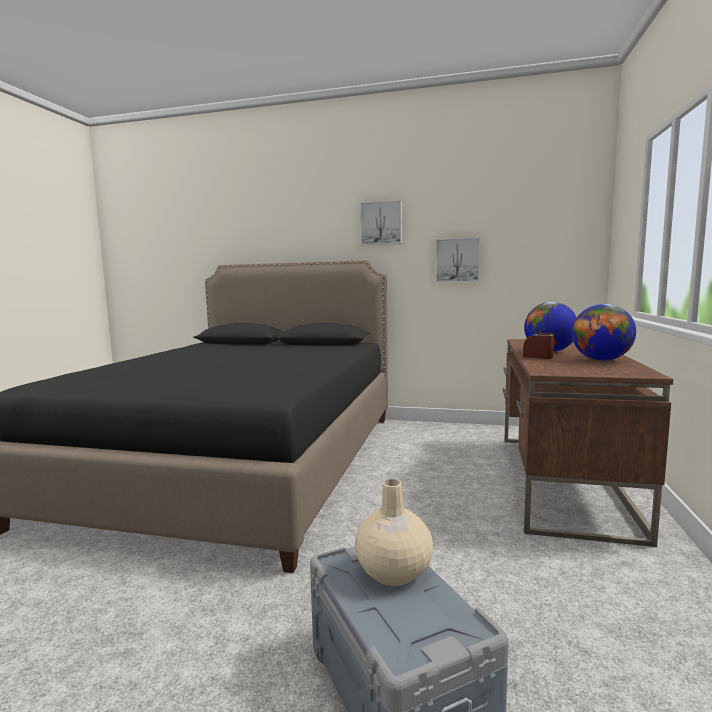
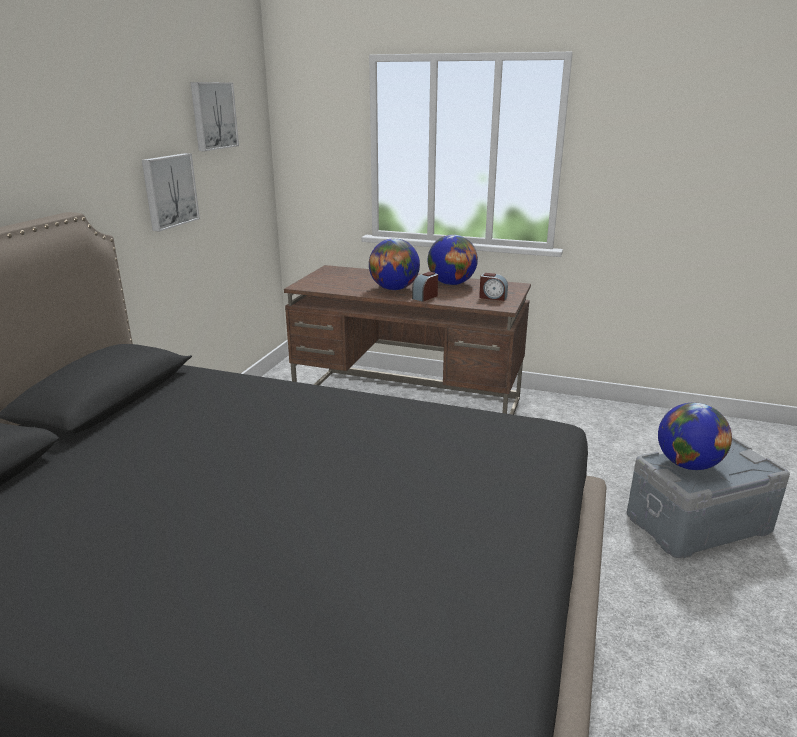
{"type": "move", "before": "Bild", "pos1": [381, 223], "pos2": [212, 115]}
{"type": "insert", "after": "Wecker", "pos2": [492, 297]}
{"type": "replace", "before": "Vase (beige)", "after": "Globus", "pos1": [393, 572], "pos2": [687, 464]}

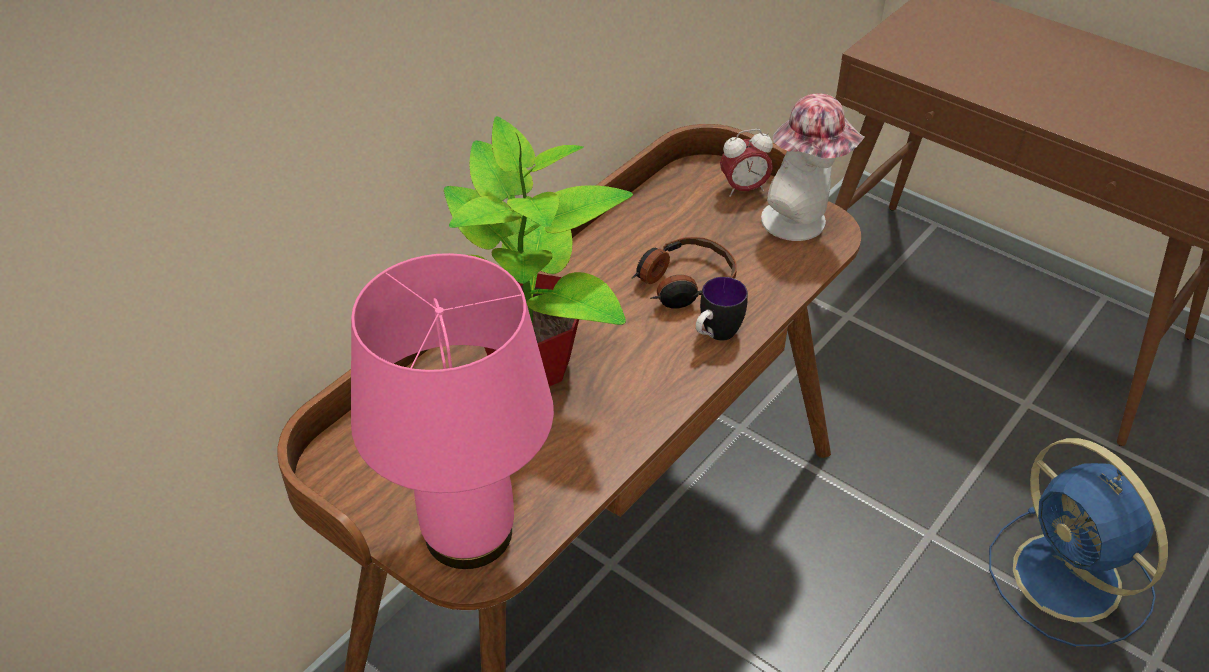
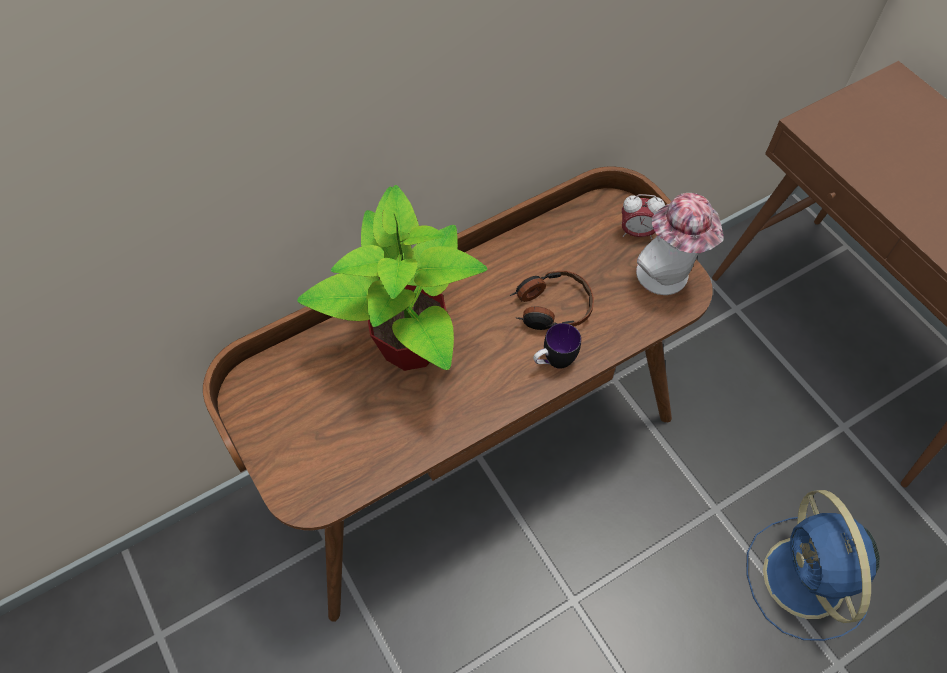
{"type": "delete", "before": "Tischlampe (rosa)", "pos1": [469, 535]}

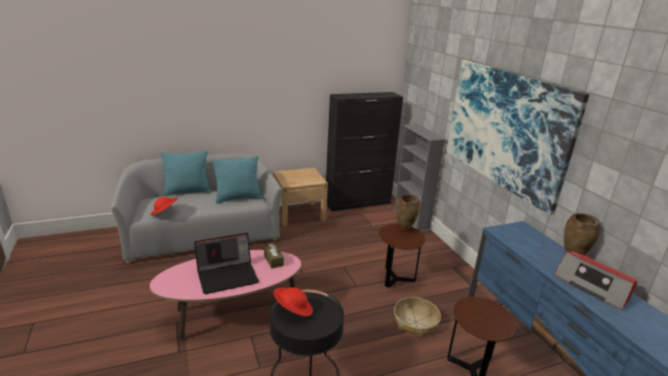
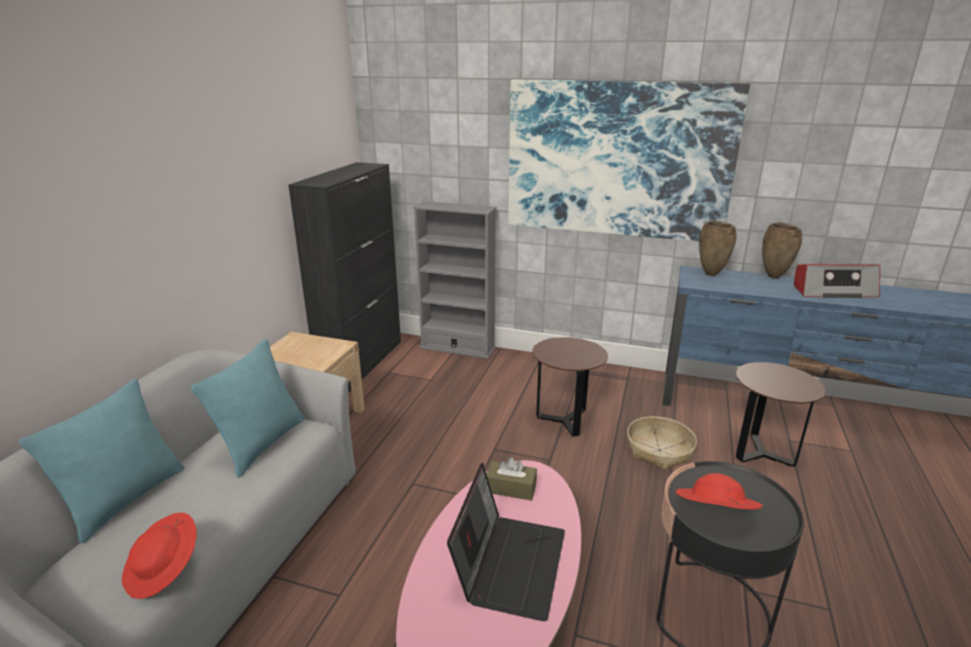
{"type": "move", "before": "Vase (braun)", "pos1": [405, 229], "pos2": [712, 274]}

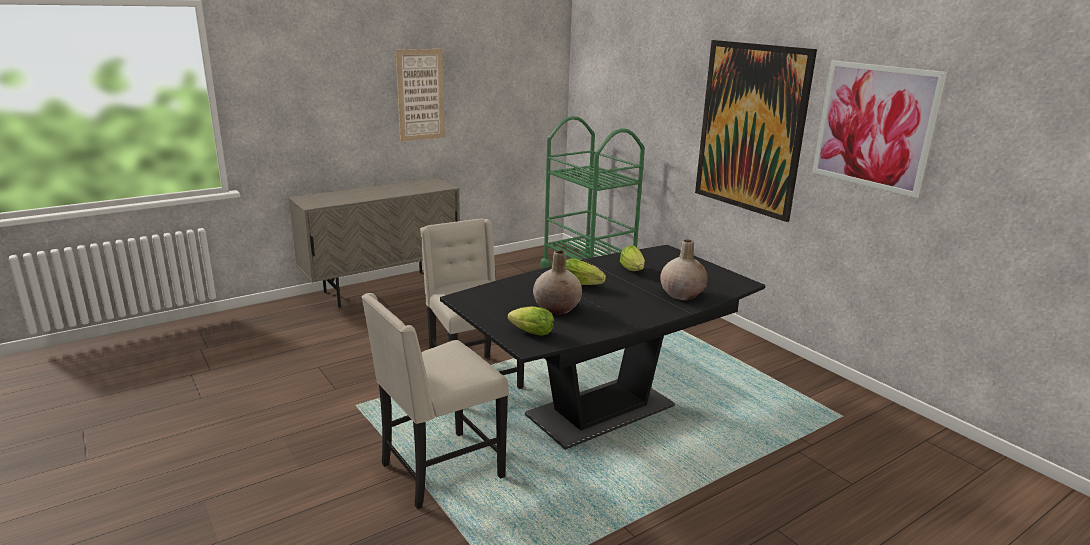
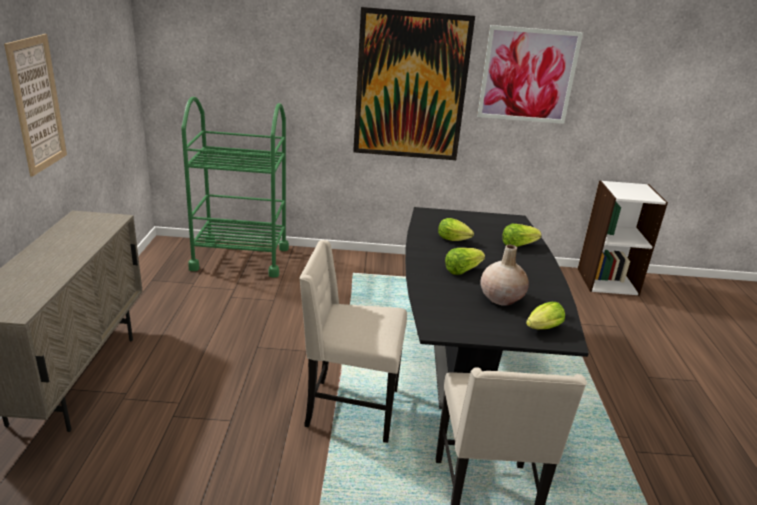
{"type": "replace", "before": "Vase (beige)", "after": "Salatkopf", "pos1": [682, 294], "pos2": [518, 245]}
{"type": "insert", "after": "Bücherregal (weiß)", "pos2": [607, 281]}

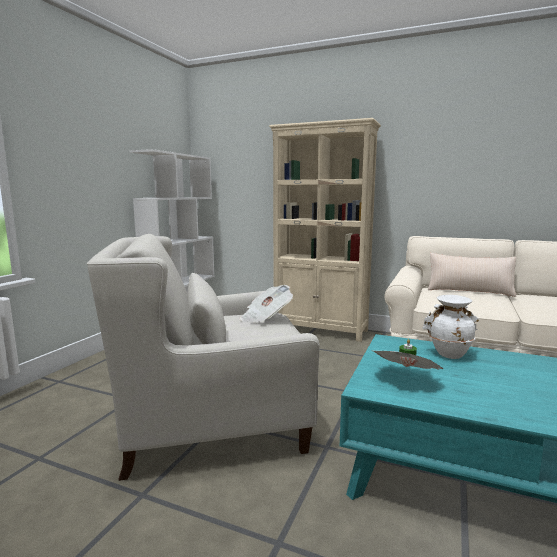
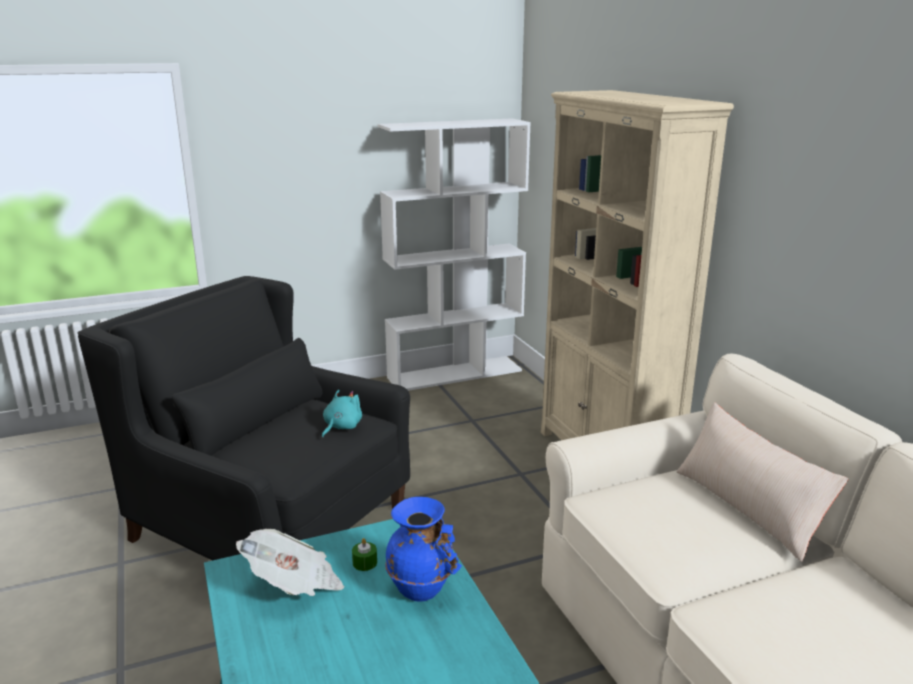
{"type": "recolor", "before": "Sessel (weiß)", "after": "Sessel (schwarz)", "pos1": [213, 418], "pos2": [270, 523]}
{"type": "replace", "before": "Zeitung", "after": "Plüschtier (türkis)", "pos1": [265, 317], "pos2": [341, 427]}
{"type": "recolor", "before": "Vase (weiß)", "after": "Vase (blau)", "pos1": [449, 354], "pos2": [422, 588]}

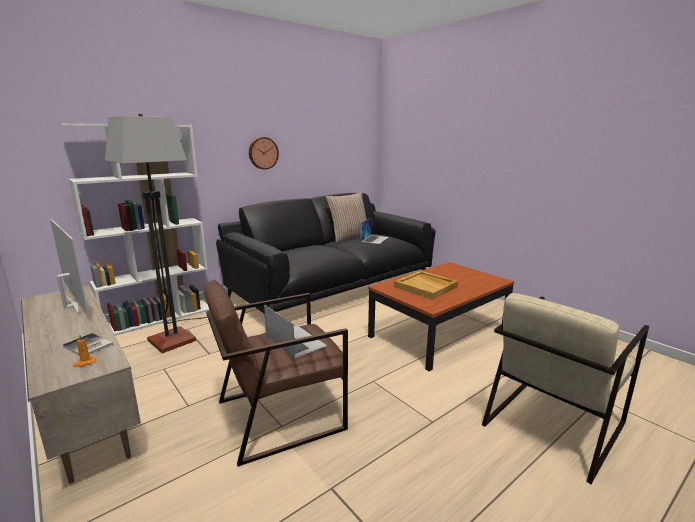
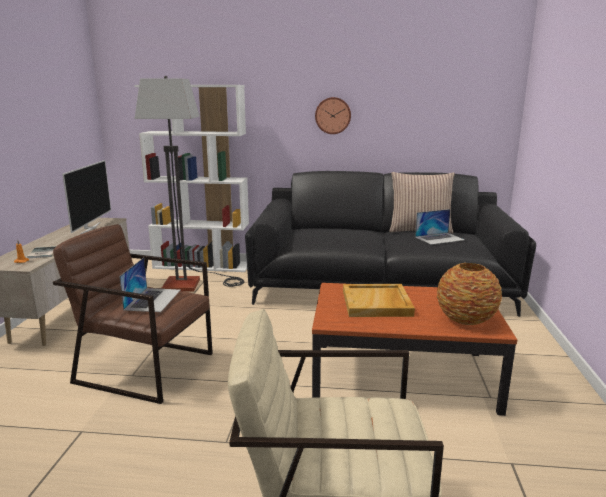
{"type": "insert", "after": "Vase", "pos2": [466, 320]}

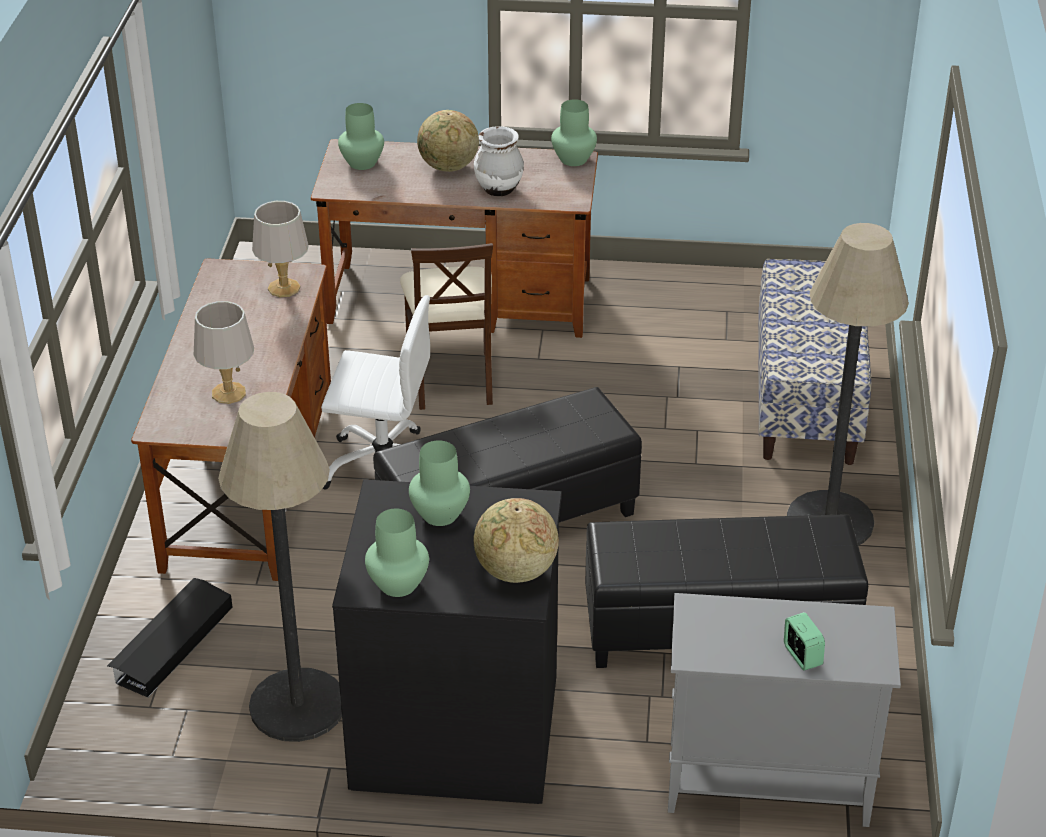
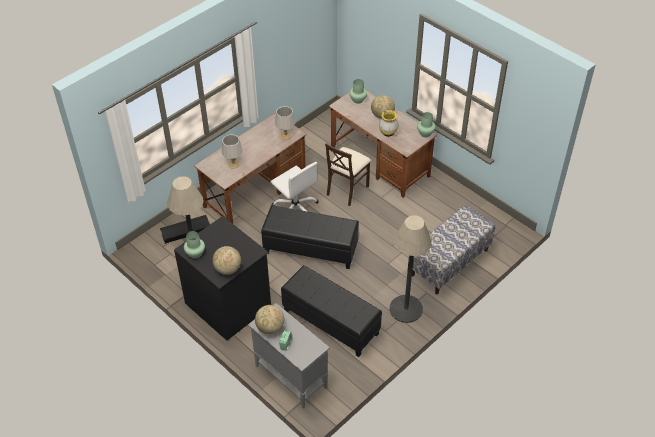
{"type": "insert", "after": "Globus", "pos2": [270, 328]}
{"type": "recolor", "before": "Vase (weiß)", "after": "Vase (gelb)", "pos1": [498, 190], "pos2": [388, 133]}
{"type": "delete", "before": "Vase (grün)", "pos1": [439, 514]}

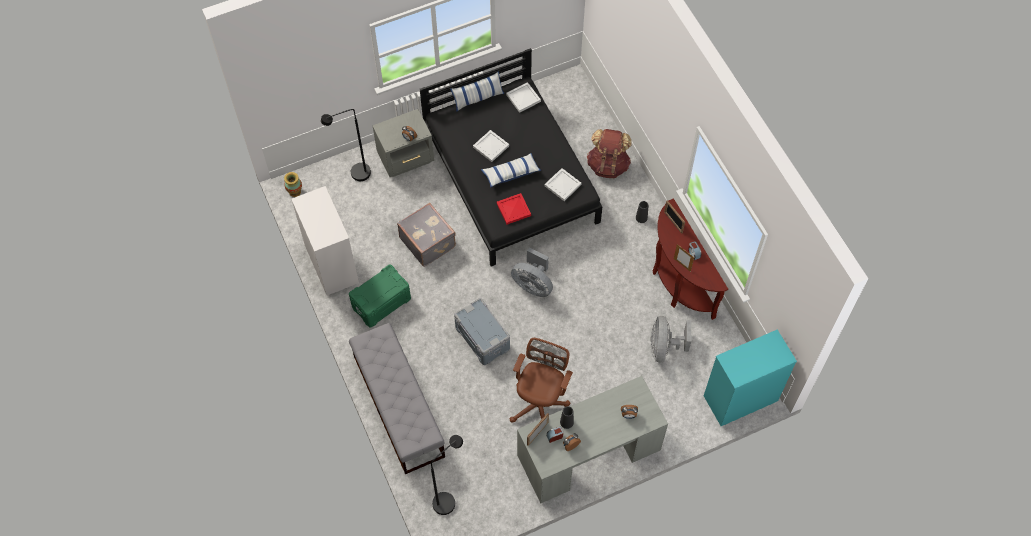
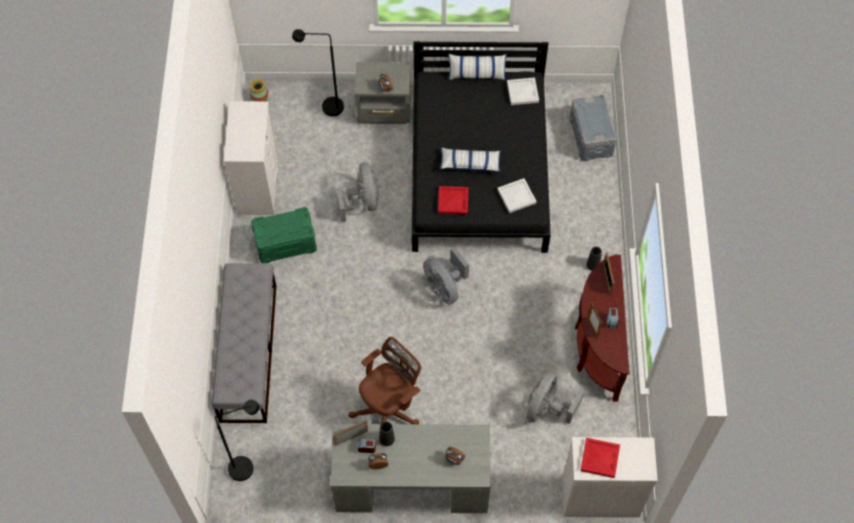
{"type": "replace", "before": "Koffer (grau)", "after": "Ventilator (grau)", "pos1": [428, 242], "pos2": [362, 202]}
{"type": "recolor", "before": "Kommode (türkis)", "after": "Kommode (weiß)", "pos1": [740, 398], "pos2": [599, 497]}
{"type": "move", "before": "Aufbewahrungsbox (grau)", "pos1": [482, 338], "pos2": [590, 136]}
{"type": "insert", "after": "Tablett (rot)", "pos2": [600, 458]}
{"type": "delete", "before": "Tablett (weiß)", "pos1": [490, 146]}
{"type": "delete", "before": "Rucksack (braun)", "pos1": [608, 165]}

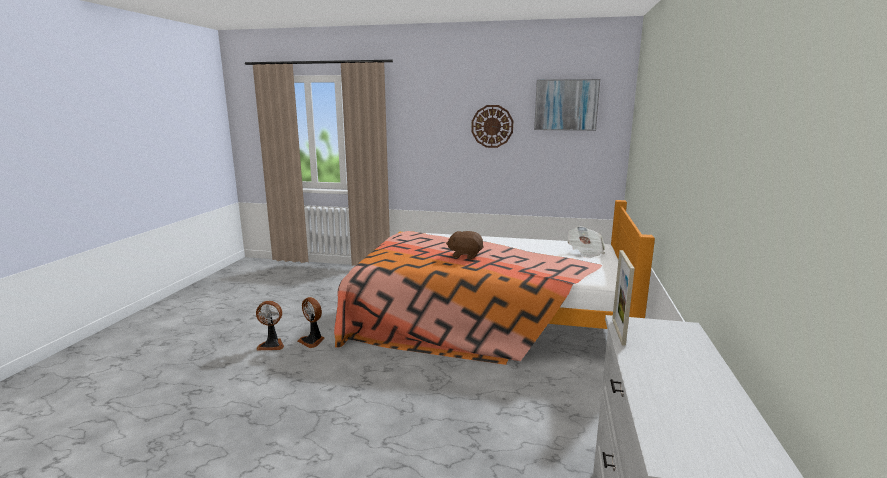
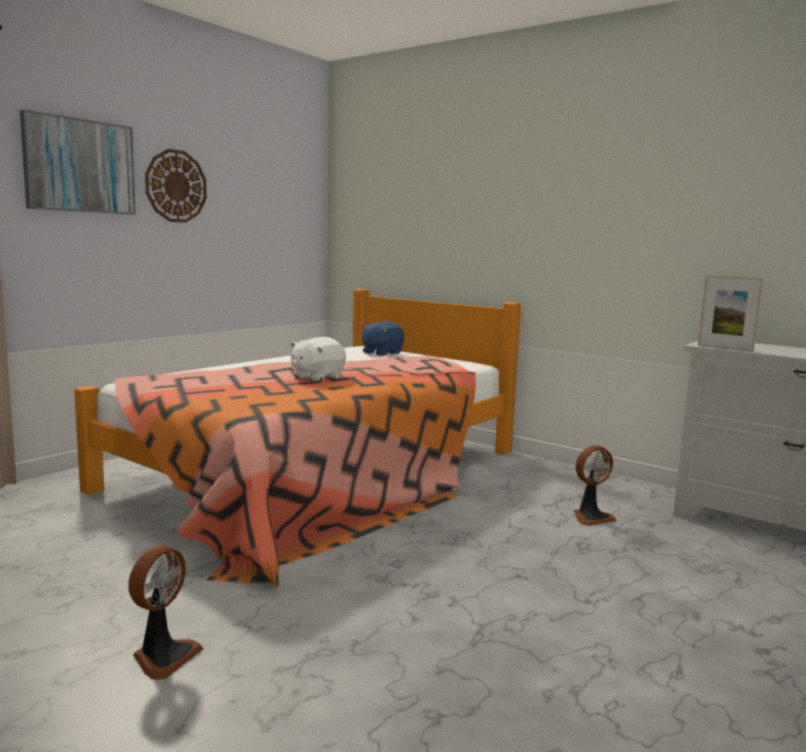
{"type": "move", "before": "Bild", "pos1": [566, 105], "pos2": [79, 166]}
{"type": "recolor", "before": "Plüschtier (braun)", "after": "Plüschtier (weiß)", "pos1": [465, 255], "pos2": [317, 377]}
{"type": "replace", "before": "Zeitung", "after": "Plüschtier (blau)", "pos1": [585, 252], "pos2": [381, 353]}
{"type": "move", "before": "Ventilator", "pos1": [312, 341], "pos2": [591, 517]}

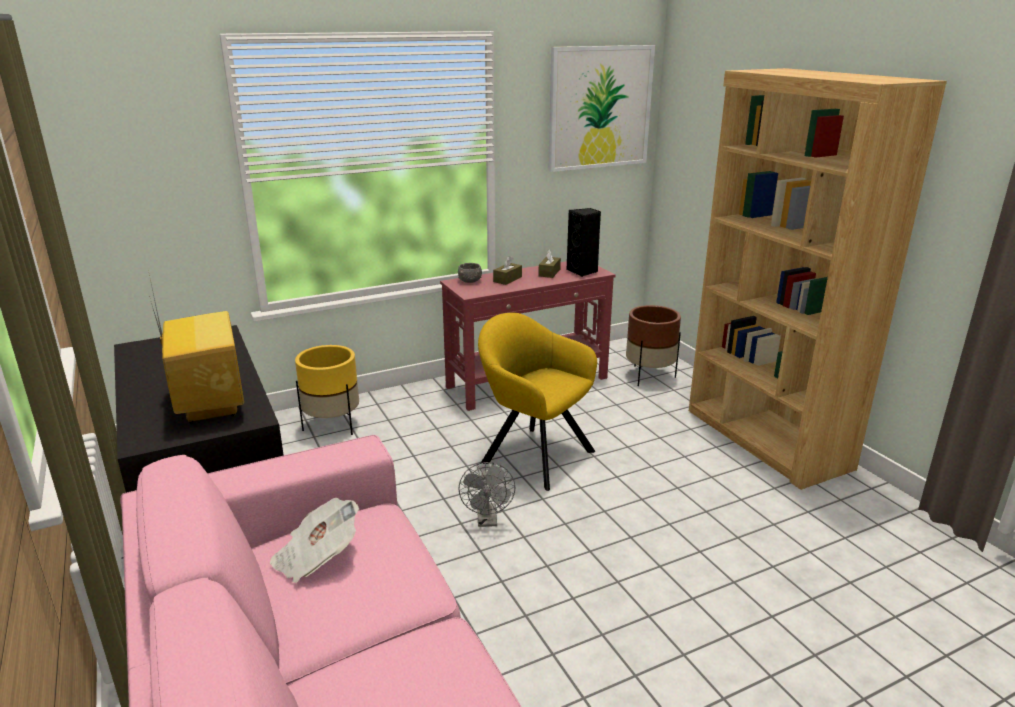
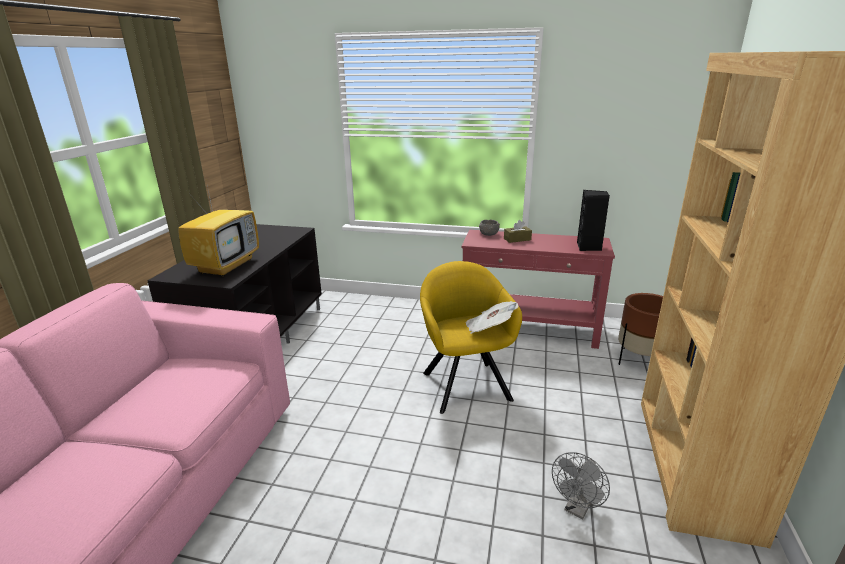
{"type": "move", "before": "Zeitung", "pos1": [316, 558], "pos2": [489, 328]}
{"type": "move", "before": "Ventilator (grau)", "pos1": [487, 520], "pos2": [577, 508]}
{"type": "delete", "before": "Pflanzkübel (gelb)", "pos1": [332, 425]}
{"type": "delete", "before": "Taschentuchbox (braun)", "pos1": [549, 273]}
{"type": "delete", "before": "Bild", "pos1": [600, 108]}

